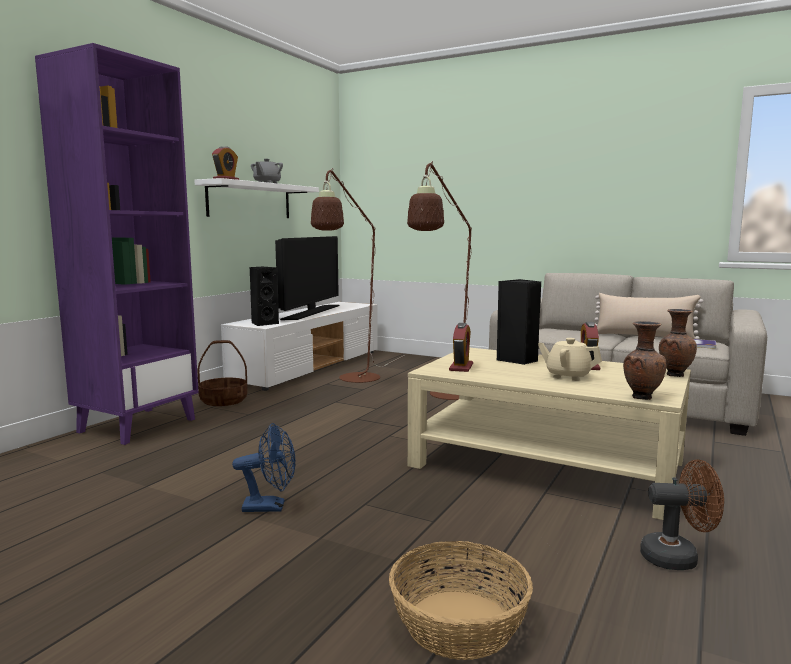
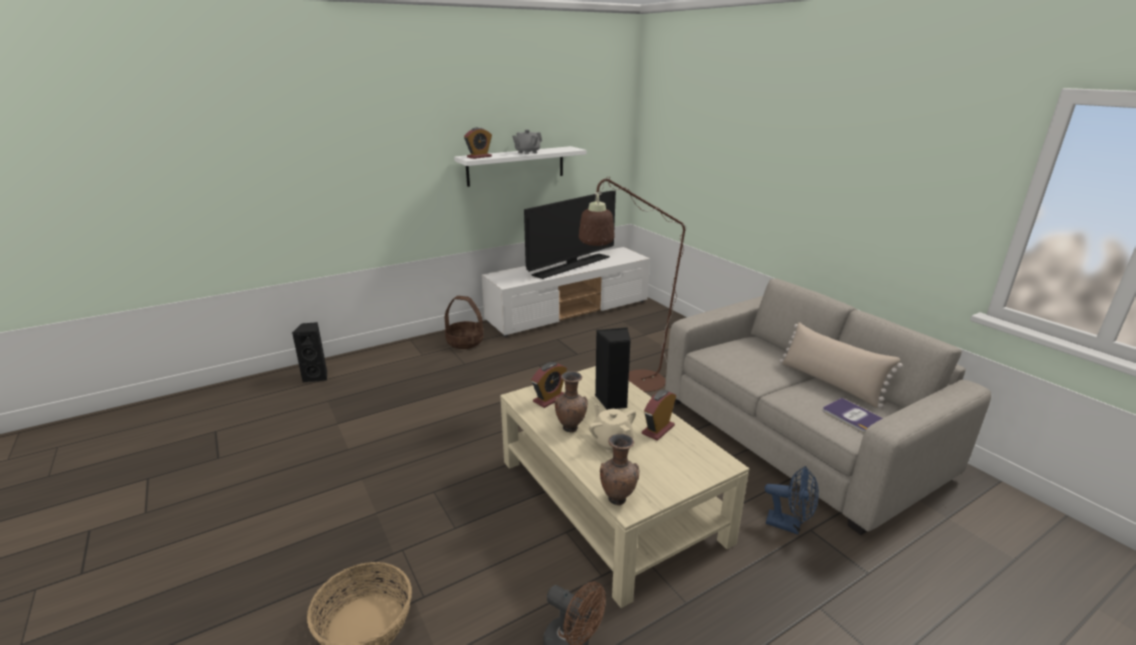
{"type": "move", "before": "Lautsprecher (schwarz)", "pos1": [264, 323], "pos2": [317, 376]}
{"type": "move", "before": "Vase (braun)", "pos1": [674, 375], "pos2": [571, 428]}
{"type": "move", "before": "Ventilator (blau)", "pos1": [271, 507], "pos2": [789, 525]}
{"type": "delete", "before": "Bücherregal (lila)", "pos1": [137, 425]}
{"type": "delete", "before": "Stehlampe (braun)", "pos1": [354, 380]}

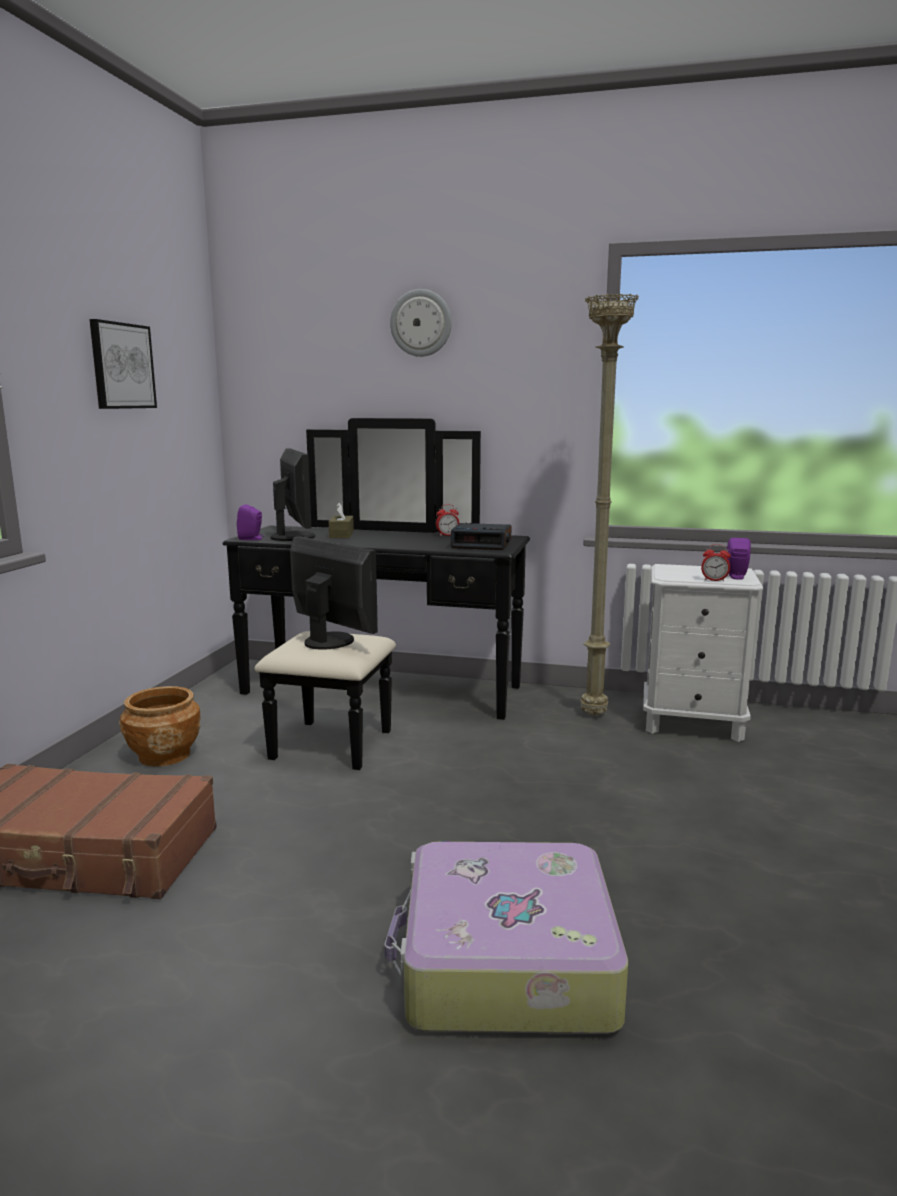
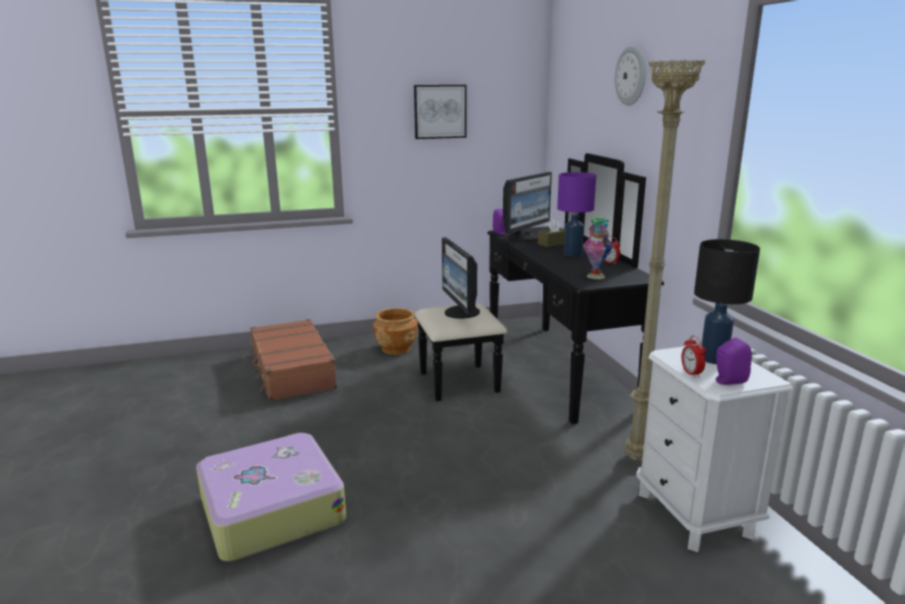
{"type": "rotate", "before": "Monitor", "pos1": [330, 641], "pos2": [461, 313], "turn": 150}
{"type": "insert", "after": "Tischlampe (lila)", "pos2": [573, 254]}
{"type": "replace", "before": "Wecker", "after": "Vase", "pos1": [482, 544], "pos2": [596, 276]}
{"type": "insert", "after": "Tischlampe (schwarz)", "pos2": [714, 358]}

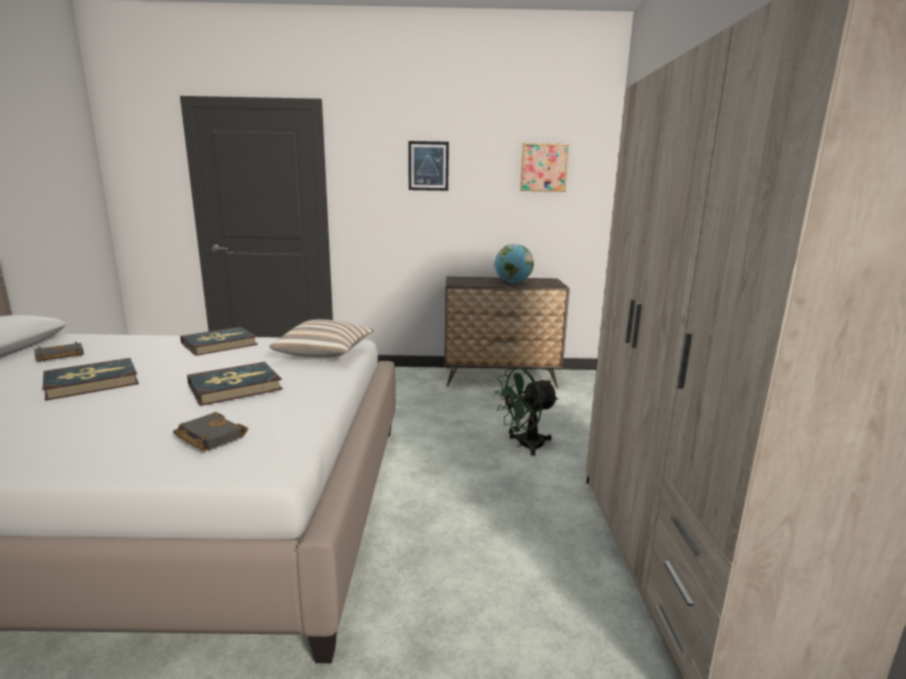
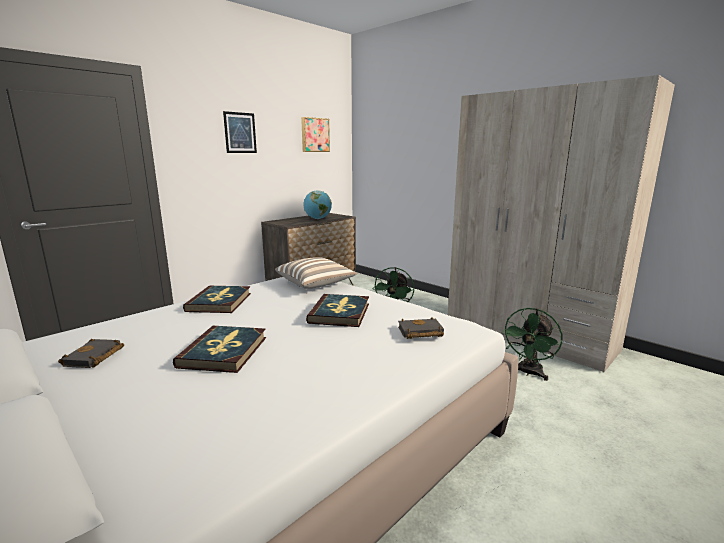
{"type": "insert", "after": "Ventilator (grün)", "pos2": [528, 373]}

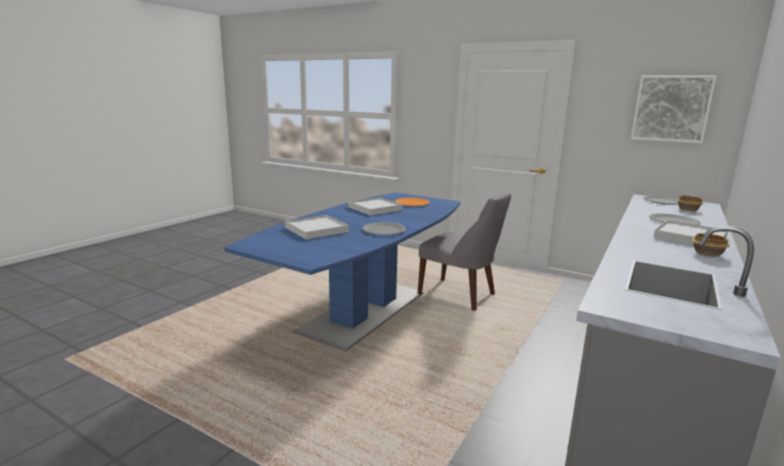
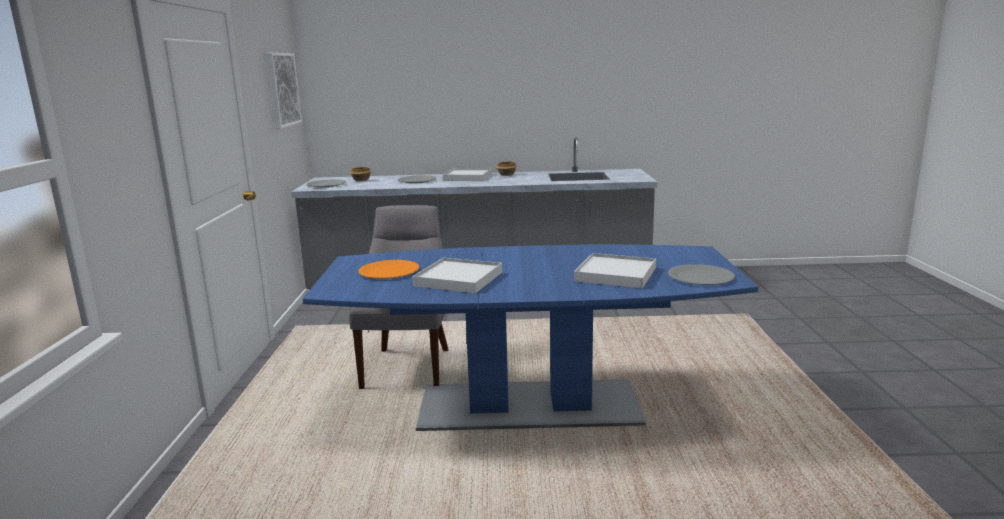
{"type": "move", "before": "Teller (grau)", "pos1": [383, 230], "pos2": [701, 277]}

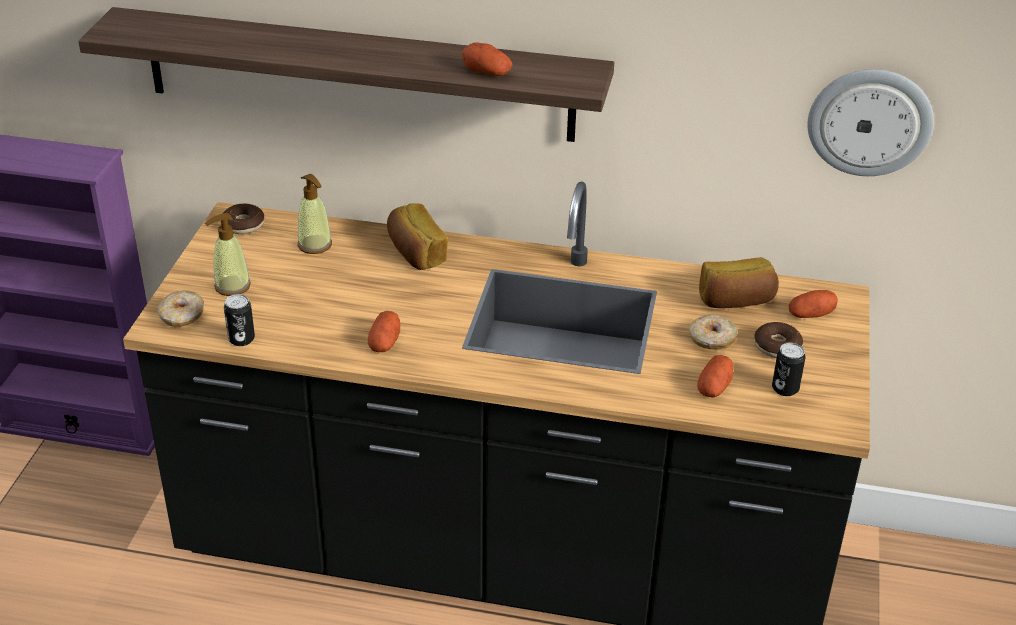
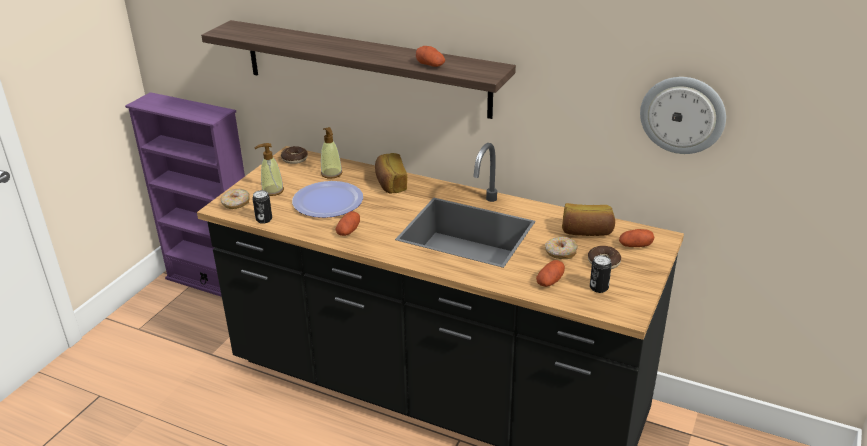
{"type": "insert", "after": "Teller", "pos2": [327, 201]}

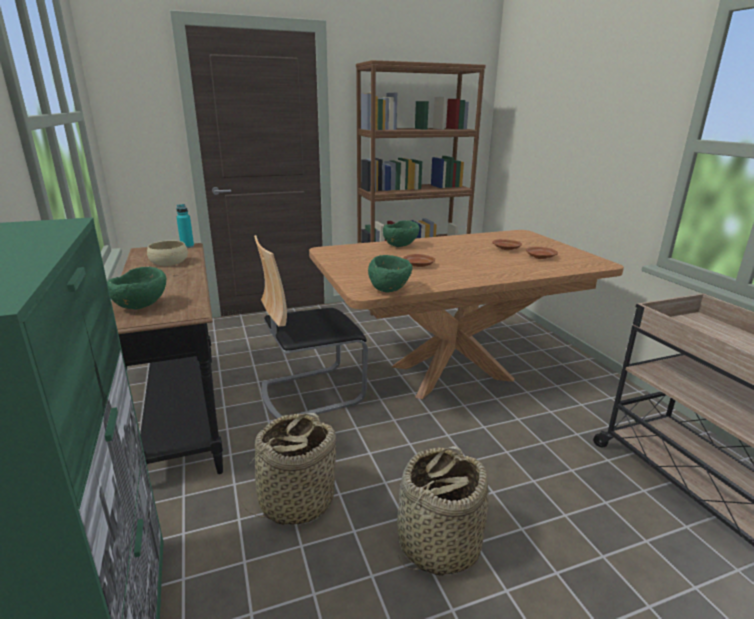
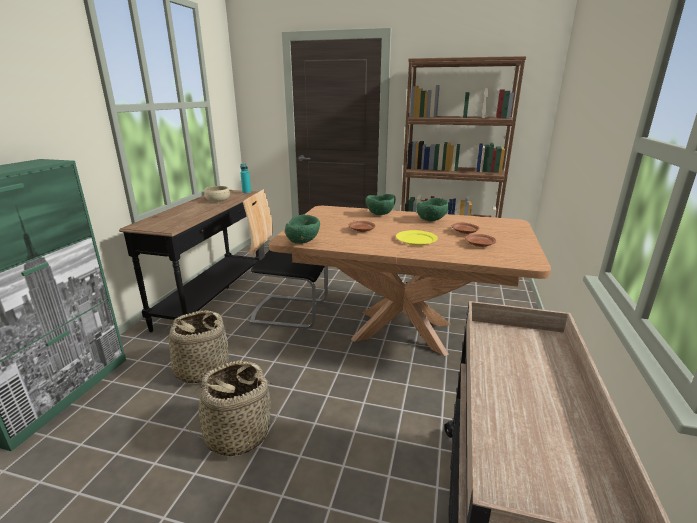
{"type": "insert", "after": "Teller (gelb)", "pos2": [416, 239]}
{"type": "move", "before": "Schüssel (grün)", "pos1": [141, 307], "pos2": [431, 221]}

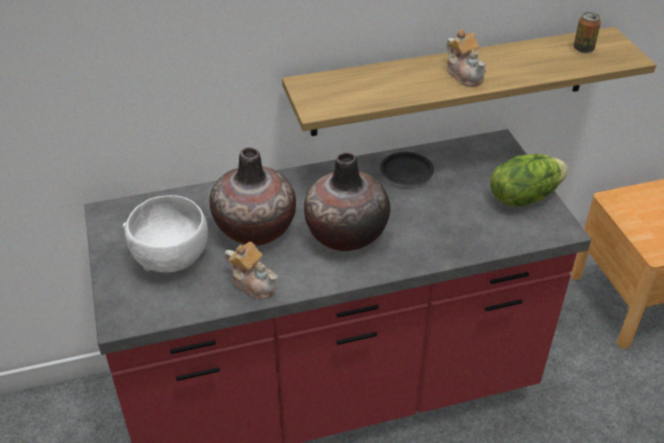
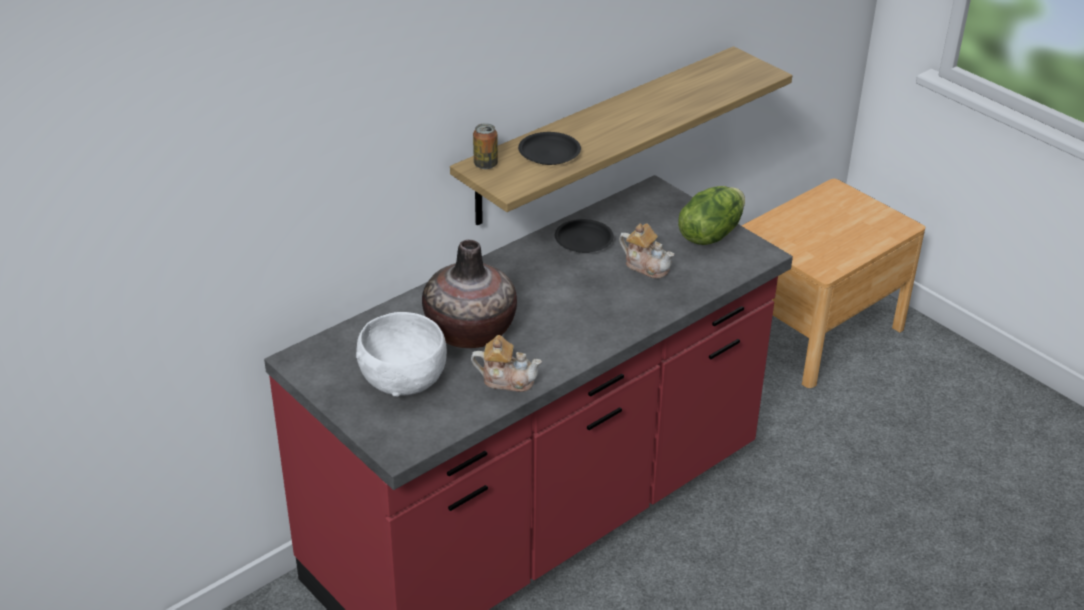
{"type": "move", "before": "Dose", "pos1": [583, 49], "pos2": [485, 164]}
{"type": "insert", "after": "Teller (schwarz)", "pos2": [550, 153]}
{"type": "move", "before": "Teekanne", "pos1": [465, 74], "pos2": [646, 266]}
{"type": "delete", "before": "Vase", "pos1": [346, 234]}

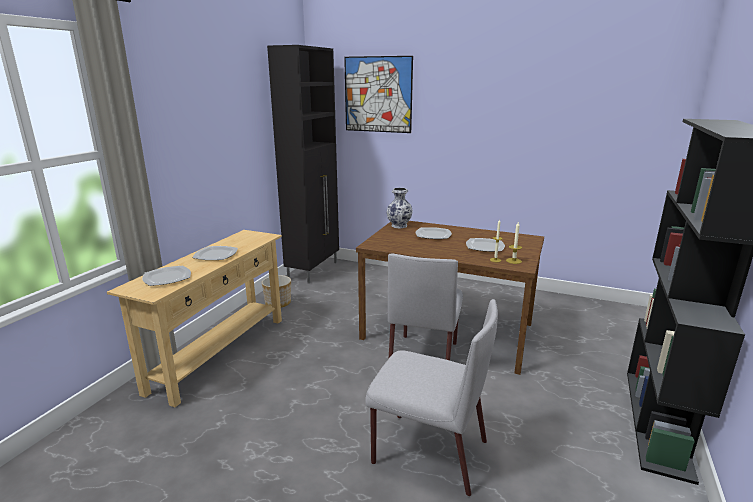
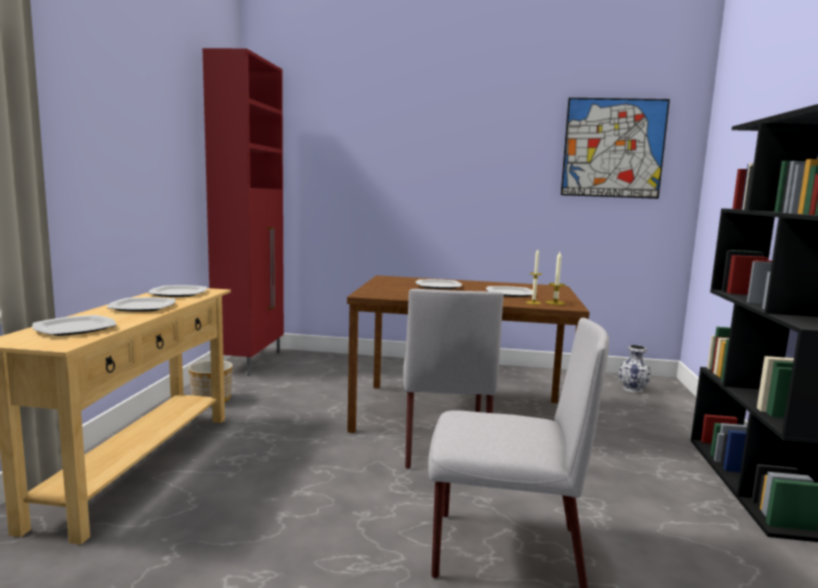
{"type": "insert", "after": "Teller", "pos2": [178, 293]}
{"type": "recolor", "before": "Schrank (schwarz)", "after": "Schrank (rot)", "pos1": [314, 270], "pos2": [251, 362]}
{"type": "move", "before": "Bild", "pos1": [378, 94], "pos2": [613, 148]}
{"type": "move", "before": "Vase", "pos1": [398, 226], "pos2": [632, 389]}

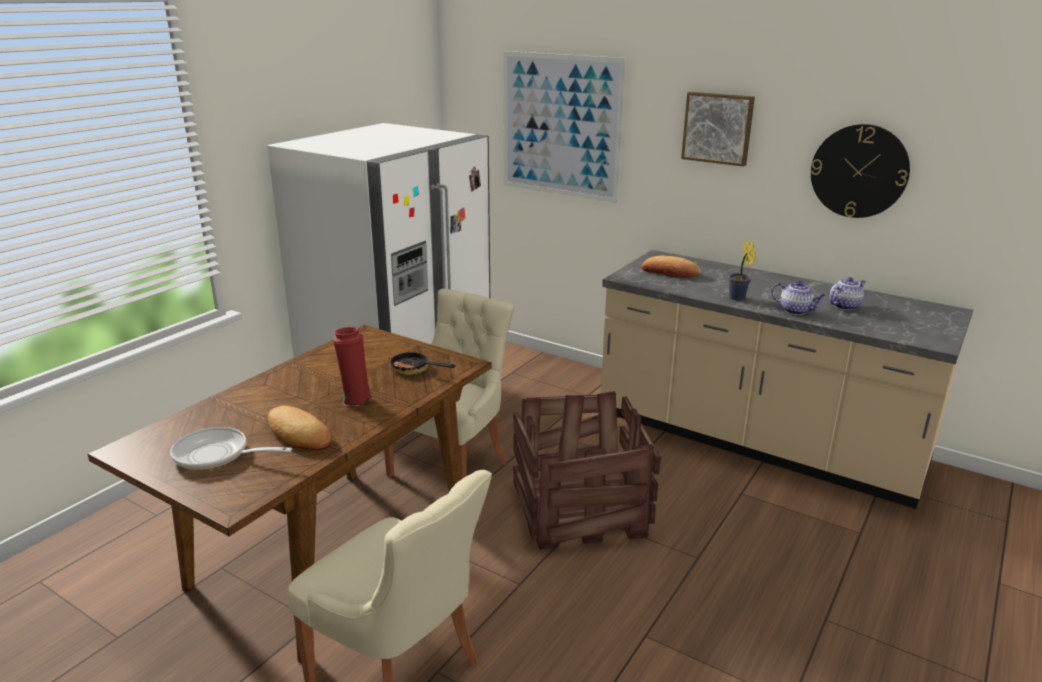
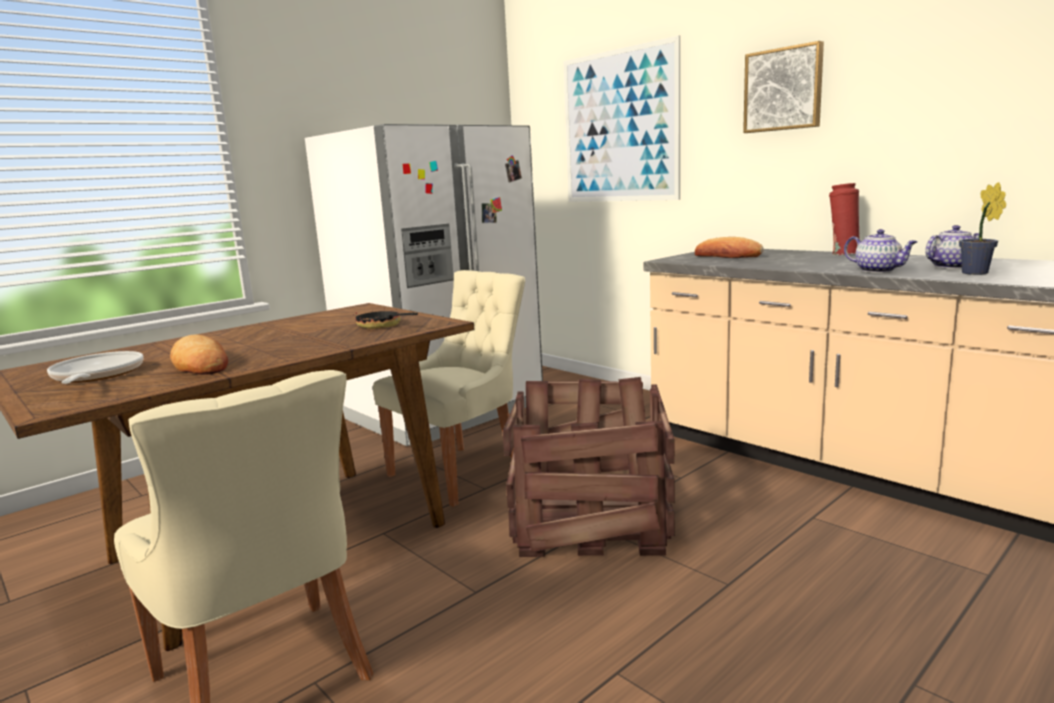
{"type": "rotate", "before": "Pfanne", "pos1": [217, 455], "pos2": [96, 376], "turn": 45}
{"type": "move", "before": "Vase (rot)", "pos1": [355, 399], "pos2": [843, 254]}
{"type": "move", "before": "Topfpflanze", "pos1": [738, 298], "pos2": [977, 273]}
{"type": "delete", "before": "Wanduhr", "pos1": [859, 171]}

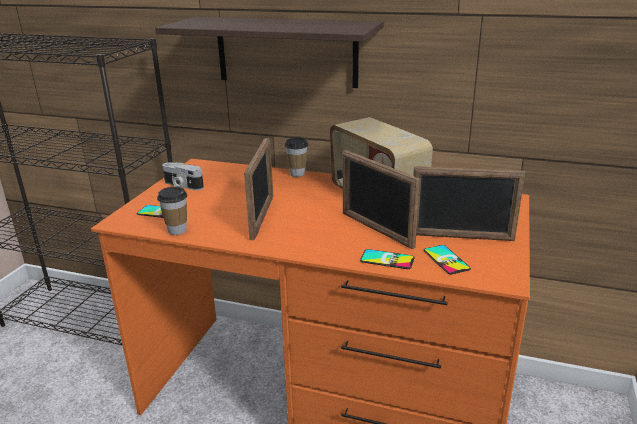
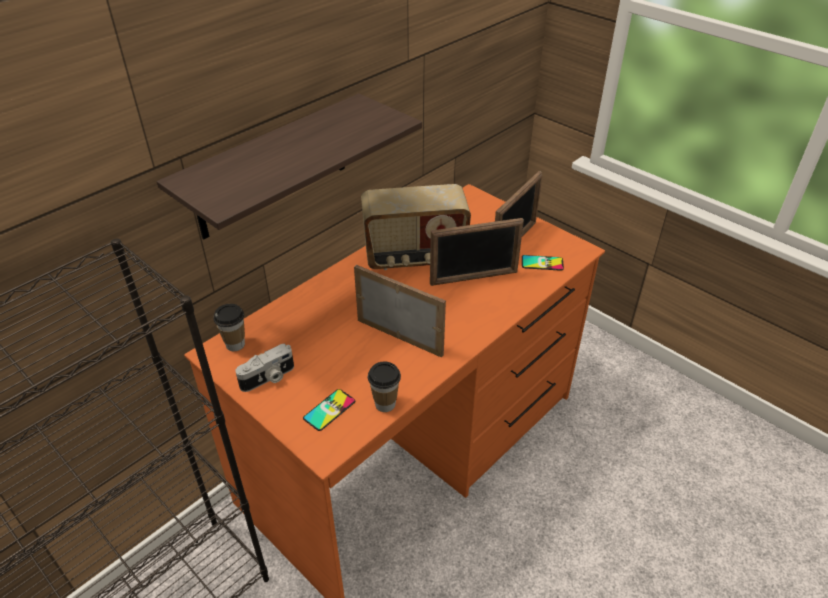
{"type": "move", "before": "Tasse", "pos1": [297, 174], "pos2": [235, 344]}
{"type": "delete", "before": "Handy", "pos1": [387, 259]}

